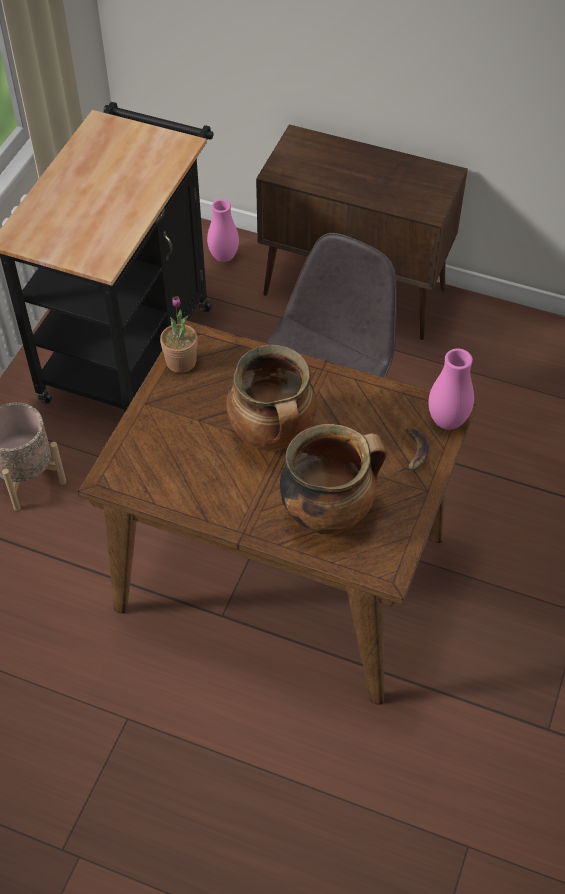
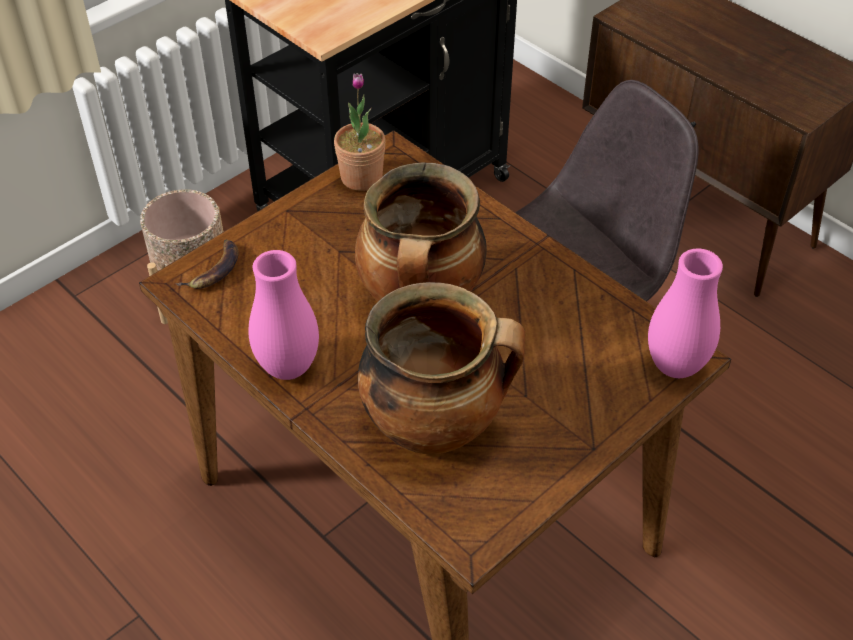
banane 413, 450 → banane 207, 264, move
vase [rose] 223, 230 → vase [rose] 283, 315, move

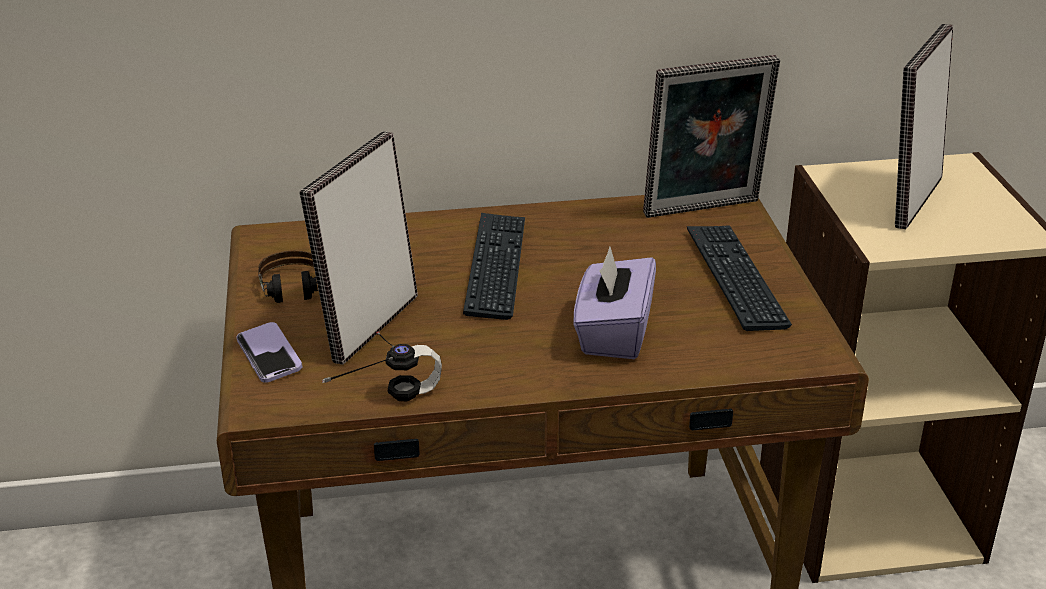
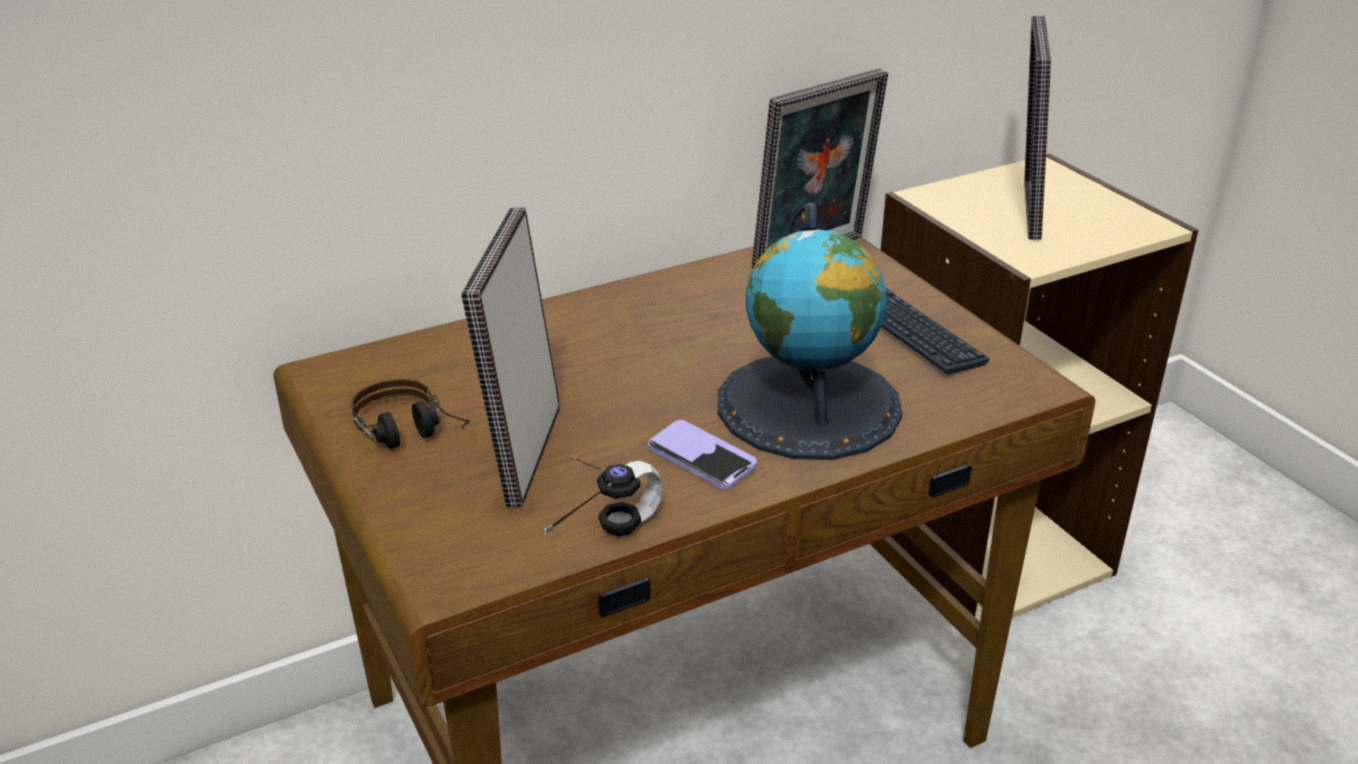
téléphone 269, 352 → téléphone 702, 455, move
boîte à mouchoirs [violet] 614, 302 → globe 809, 331
clavier 494, 266 → -

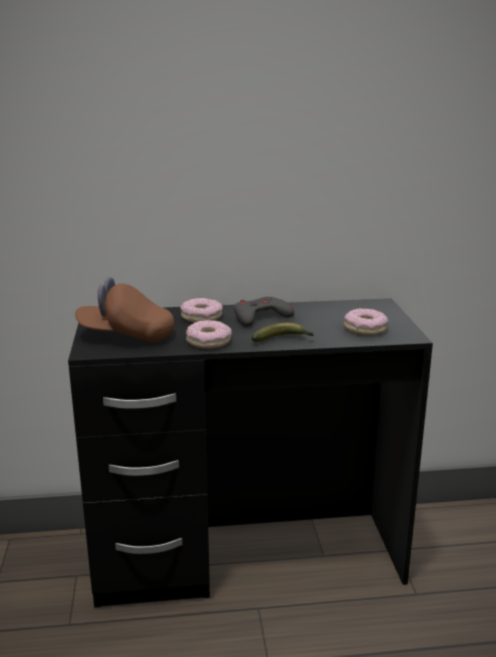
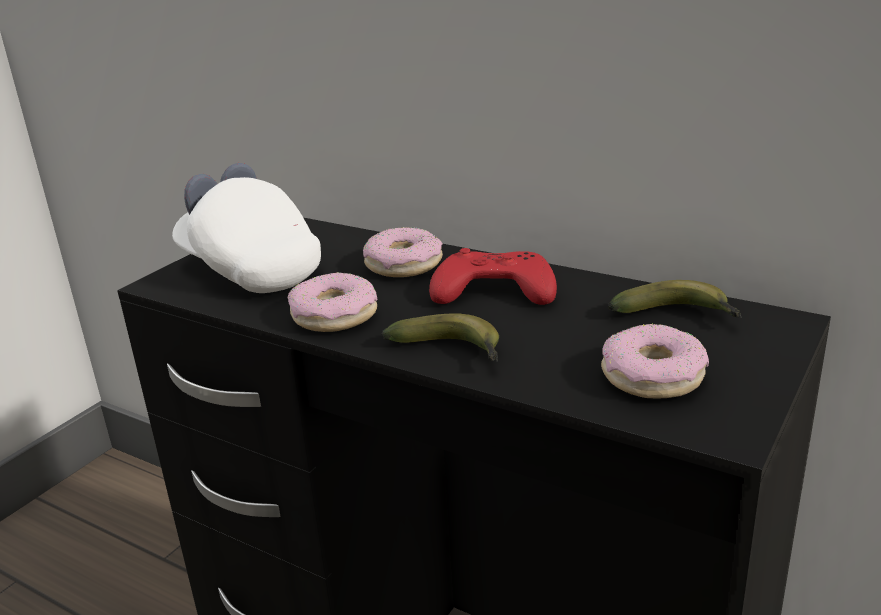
casquette [marron] 124, 309 → casquette [blanc] 246, 228
manette [gris] 264, 312 → manette [rouge] 493, 276
- → banane 675, 299

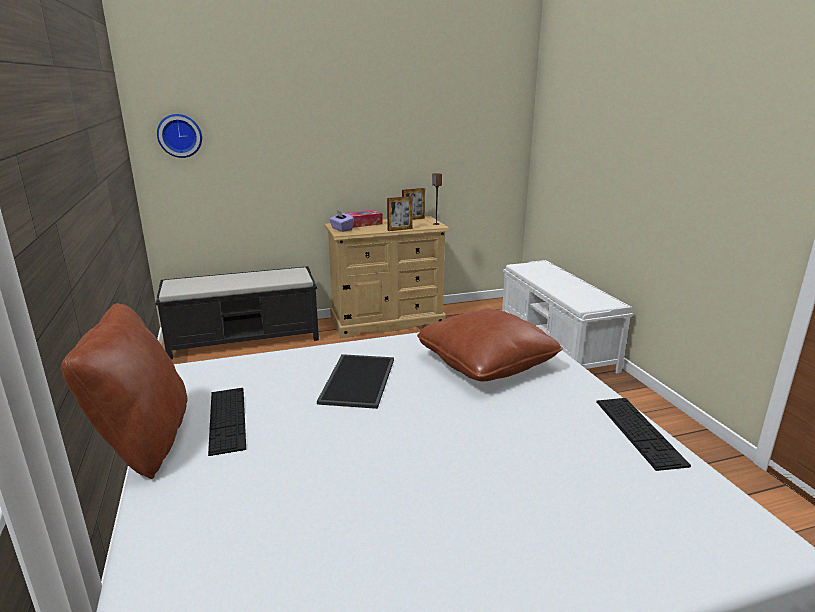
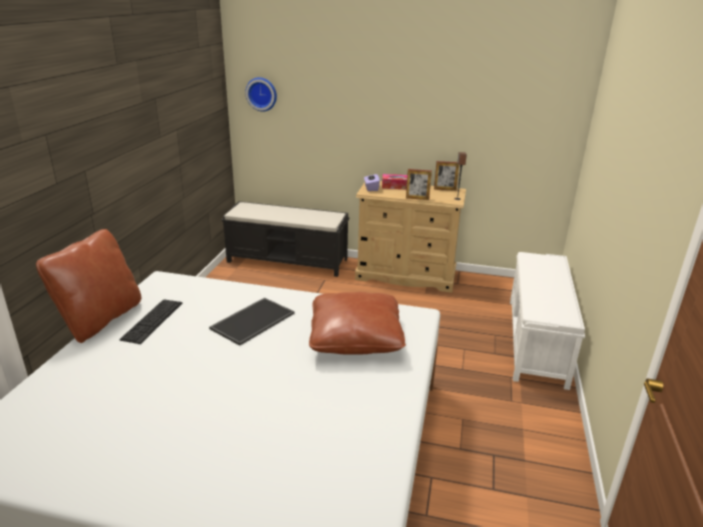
clavier 643, 434 → -

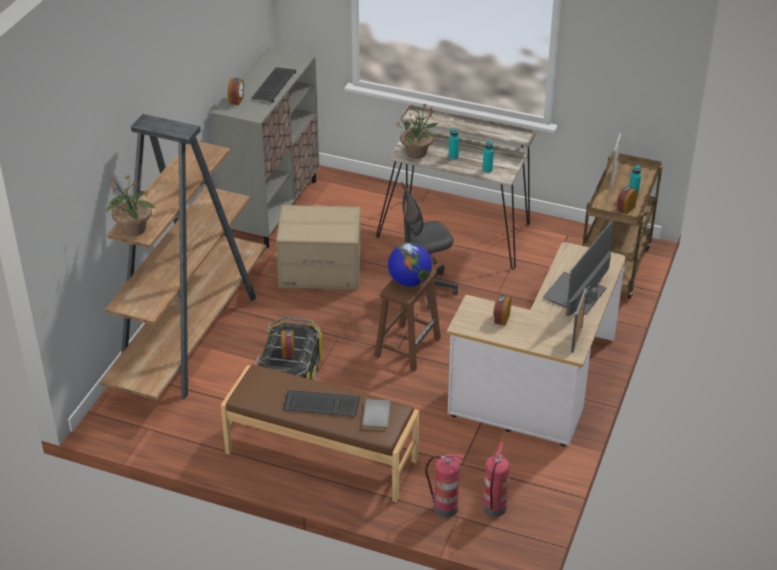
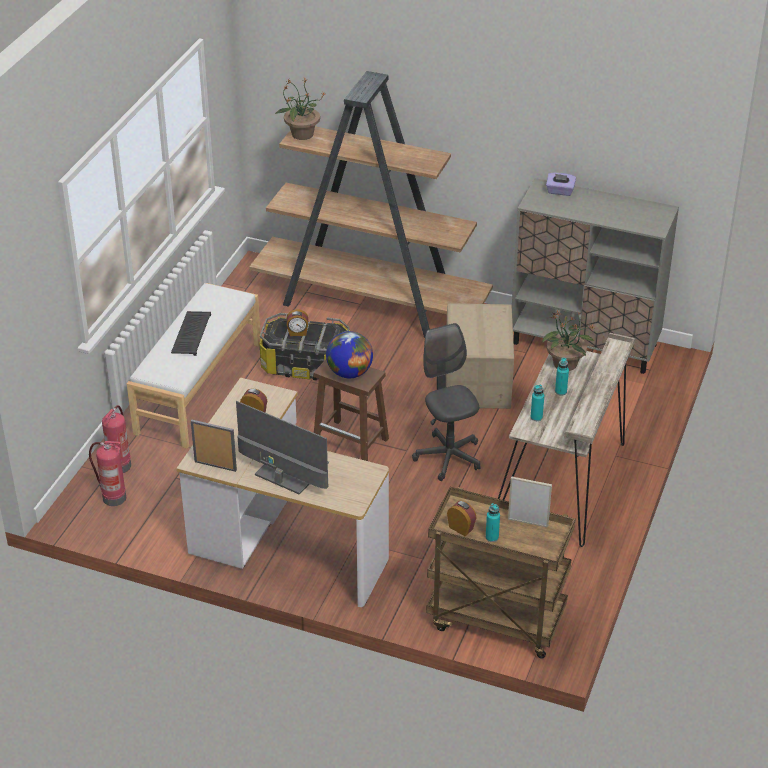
banc [marron] 320, 433 → banc [blanc] 194, 366
réveil 236, 91 → boîte à mouchoirs [violet] 561, 184
clavier 273, 85 → -
livre [gris] 376, 414 → -

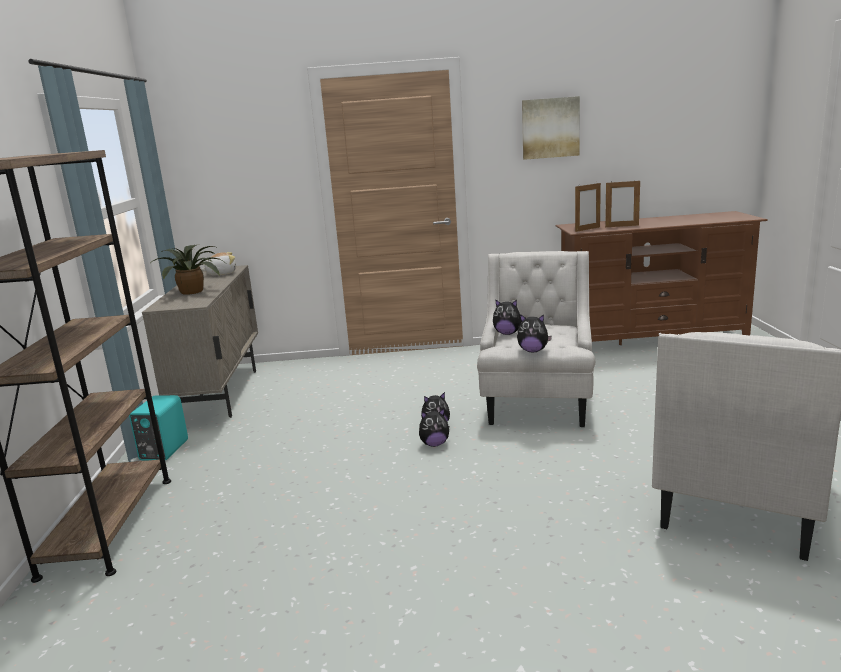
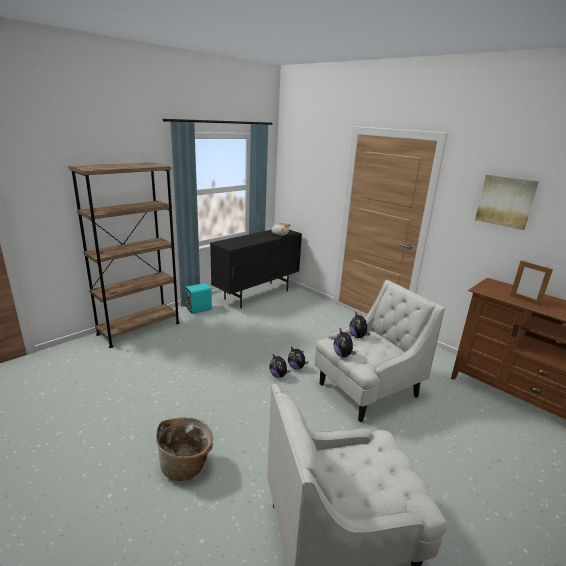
- → panier 184, 449
meuble de rangement [beige] 200, 341 → meuble de rangement [noir] 256, 269
plante en pot 188, 269 → -
cadre photo 588, 207 → -

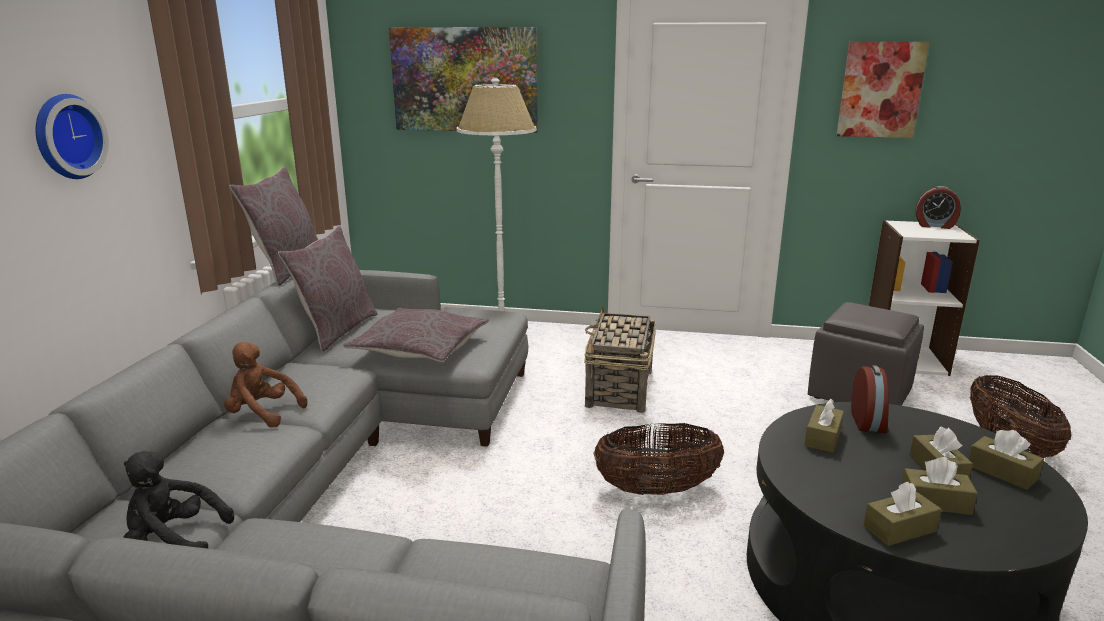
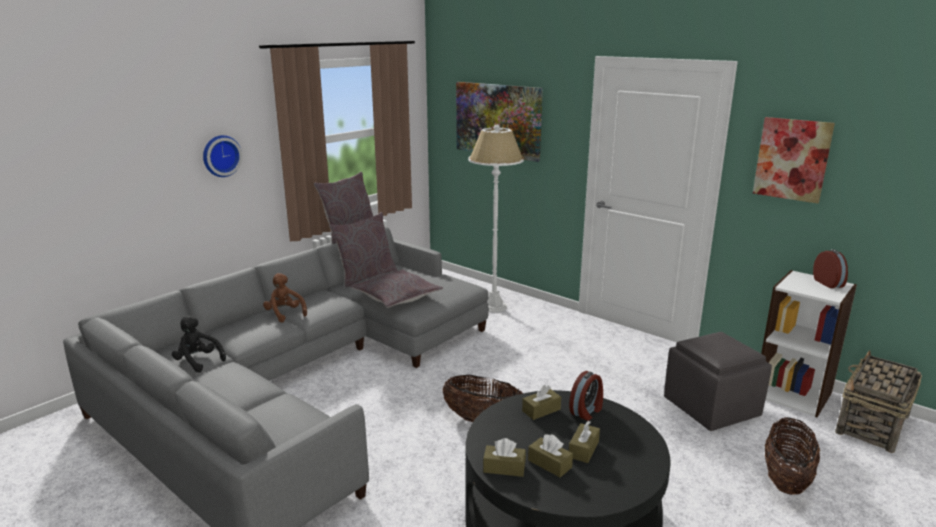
réveil 938, 207 → réveil 830, 268, 150 degrees counterclockwise
panier 620, 360 → panier 878, 401, move
boîte à mouchoirs [marron] 1006, 460 → -

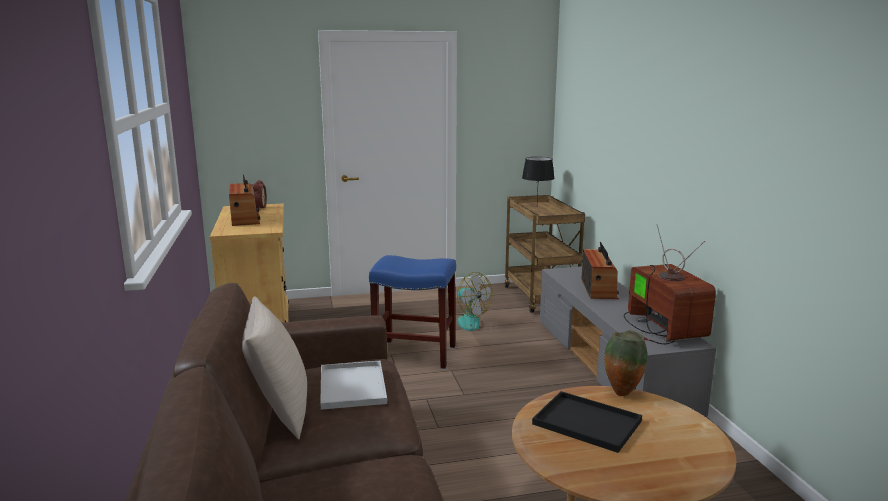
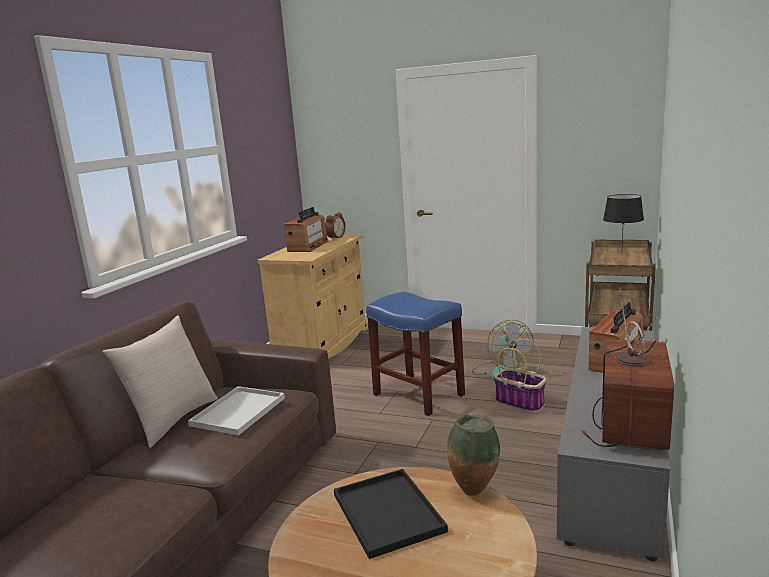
- → panier 520, 376

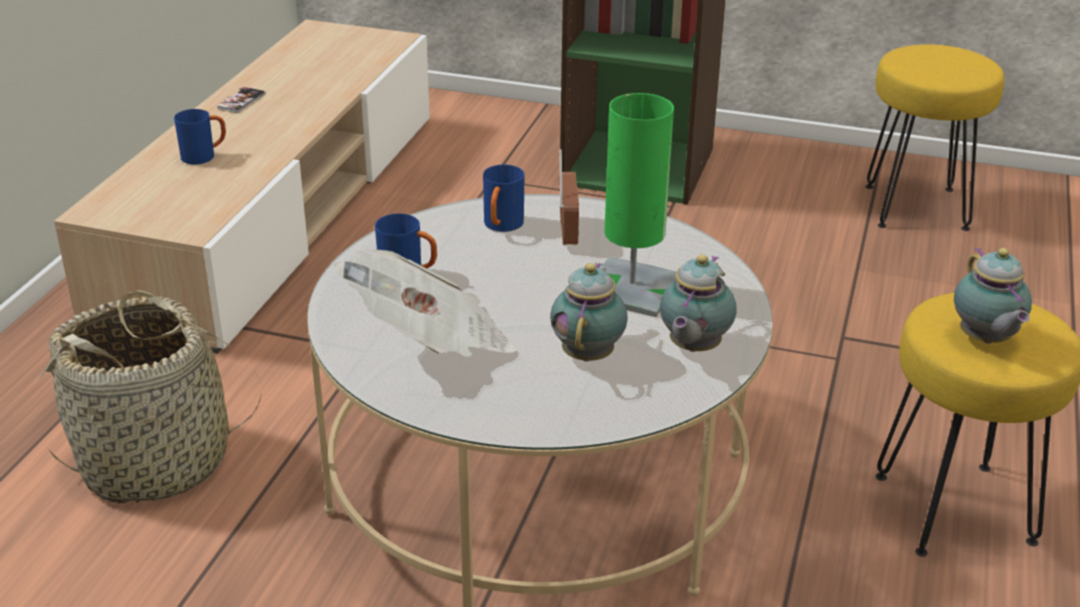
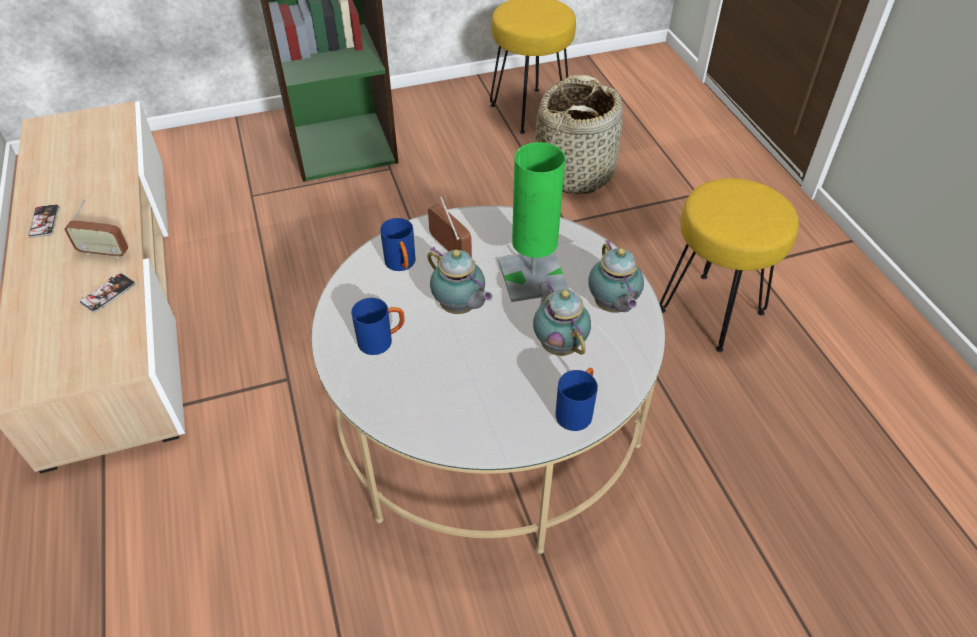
- → radio 96, 229
- → téléphone 107, 293
théière 993, 296 → théière 460, 280, move
panier 150, 396 → panier 579, 134, move
mug [bleu] 200, 136 → mug [bleu] 577, 399, move
journal 426, 303 → -

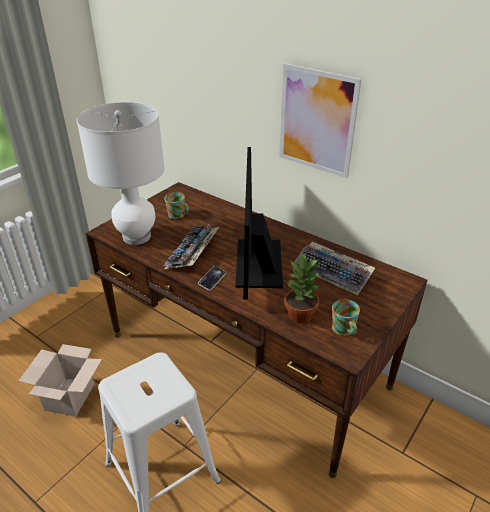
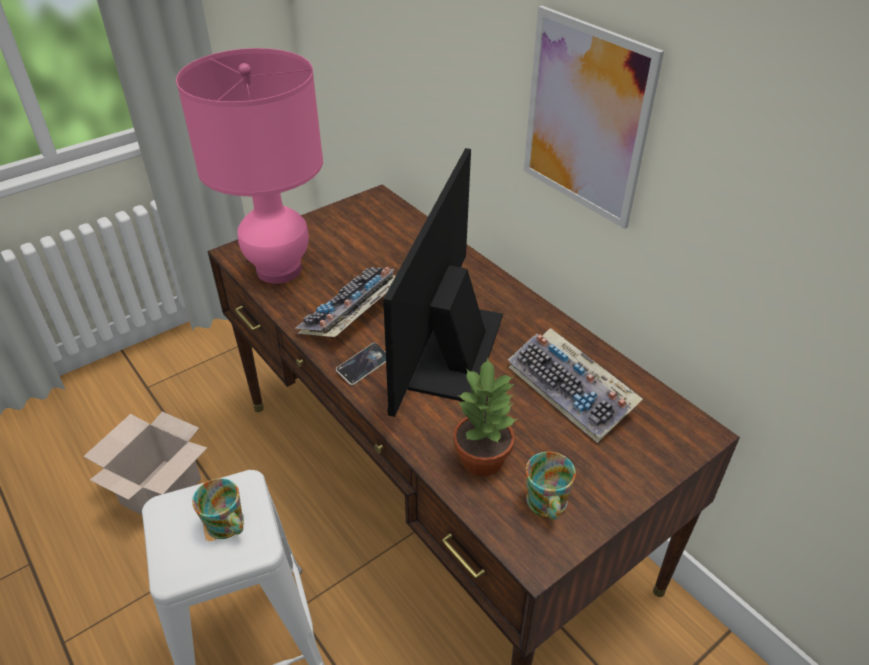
lampe de table [blanc] 121, 173 → lampe de table [rose] 249, 166
mug 176, 205 → mug 218, 508, move

